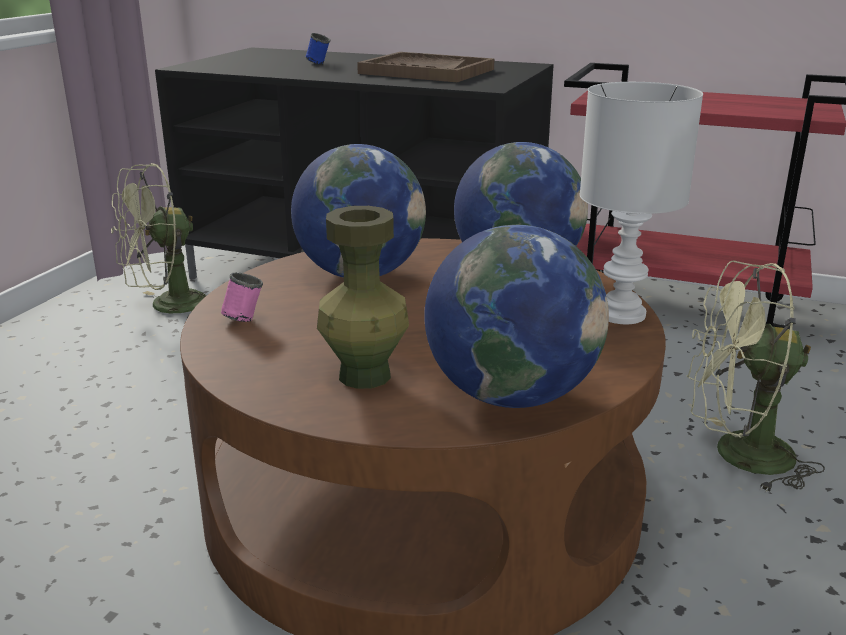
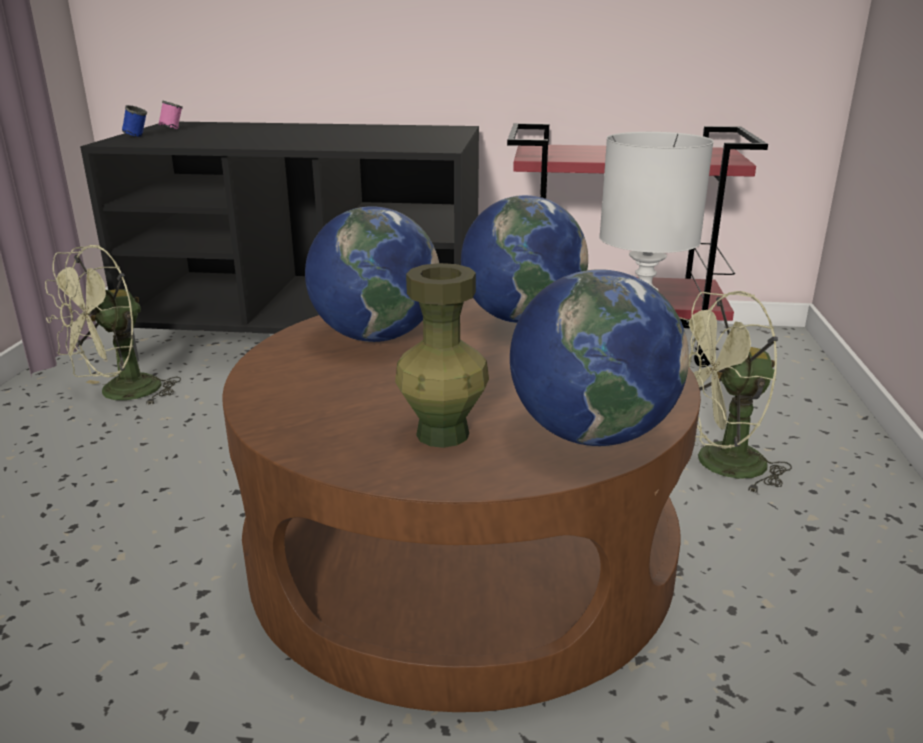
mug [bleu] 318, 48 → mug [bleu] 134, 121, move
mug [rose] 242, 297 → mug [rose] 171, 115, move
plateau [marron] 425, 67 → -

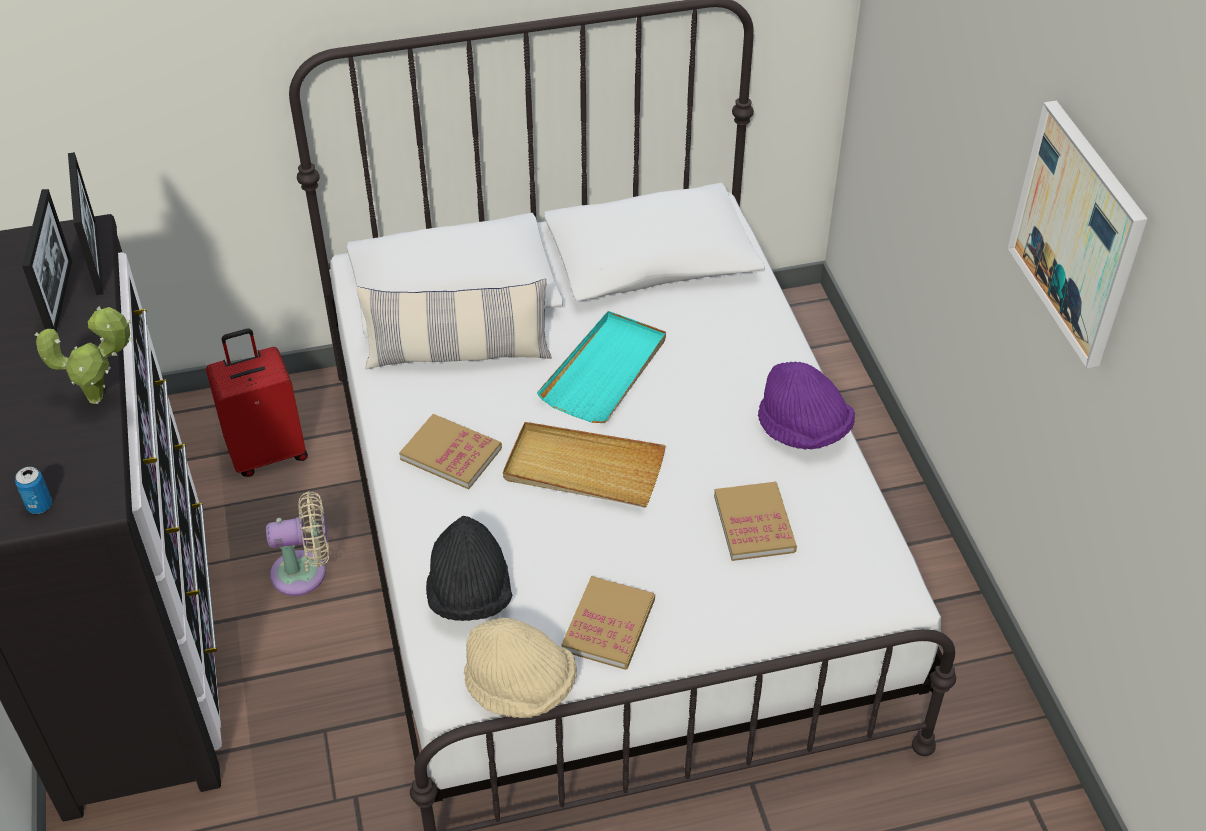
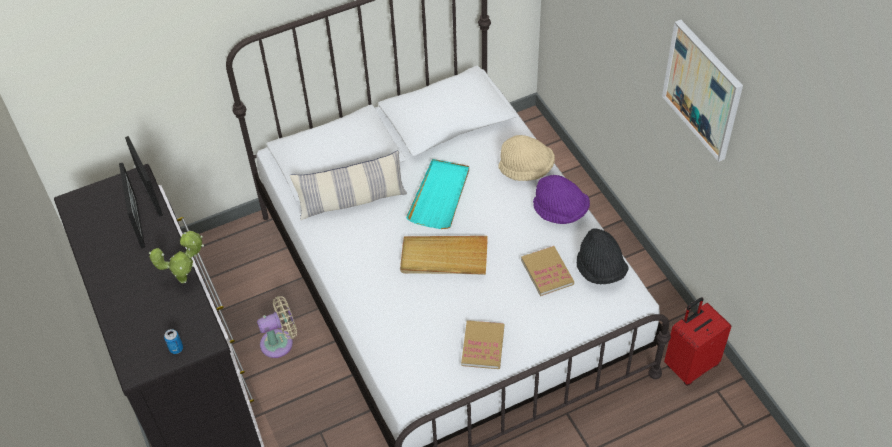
chapeau [beige] 520, 668 → chapeau [beige] 526, 158, move
chapeau [noir] 469, 568 → chapeau [noir] 602, 256, move
valise [rouge] 257, 403 → valise [rouge] 698, 341, move
livre 450, 451 → -

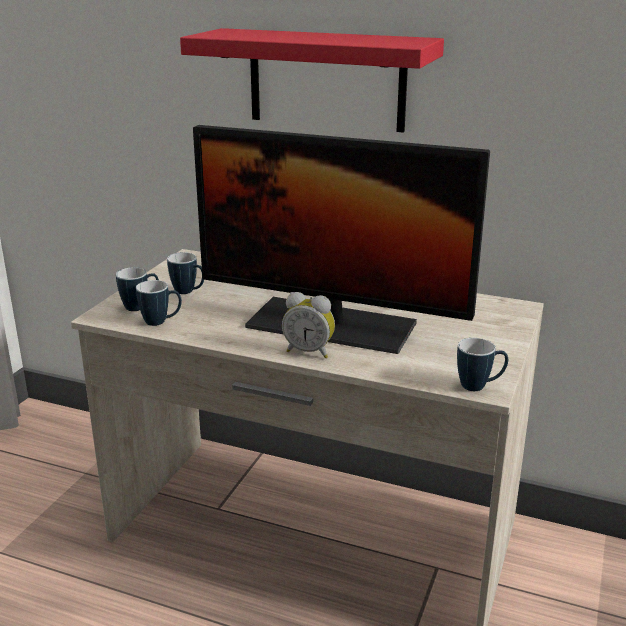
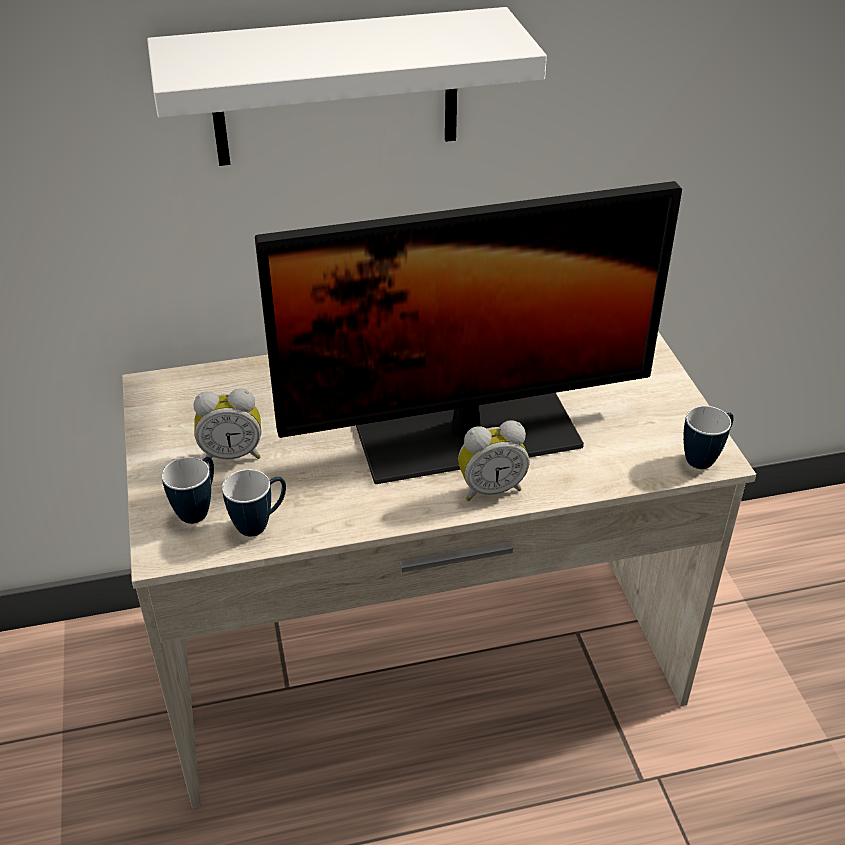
étagère [rouge] 312, 80 → étagère [blanc] 347, 86
mug 185, 273 → réveil 227, 426

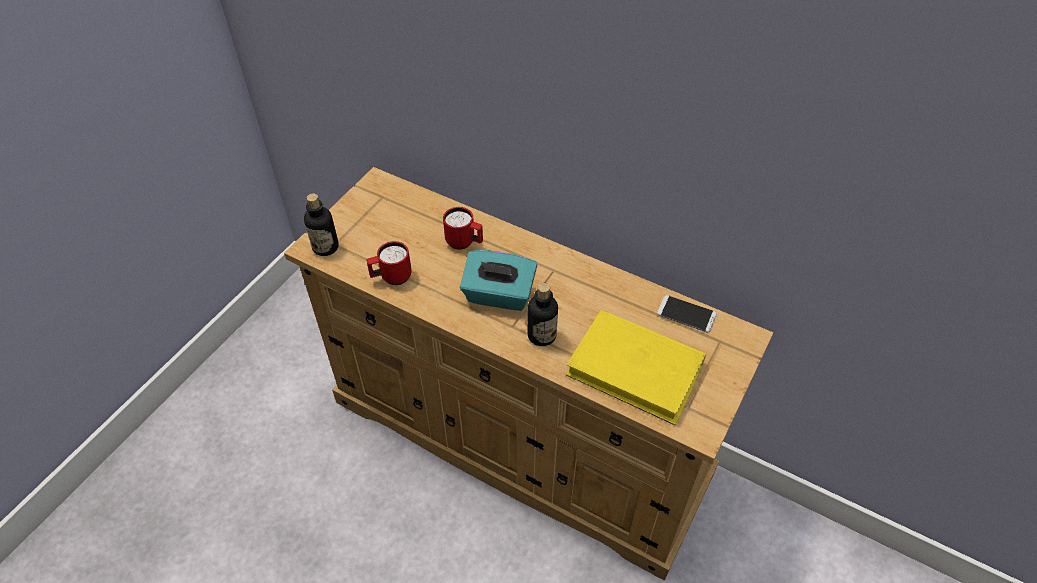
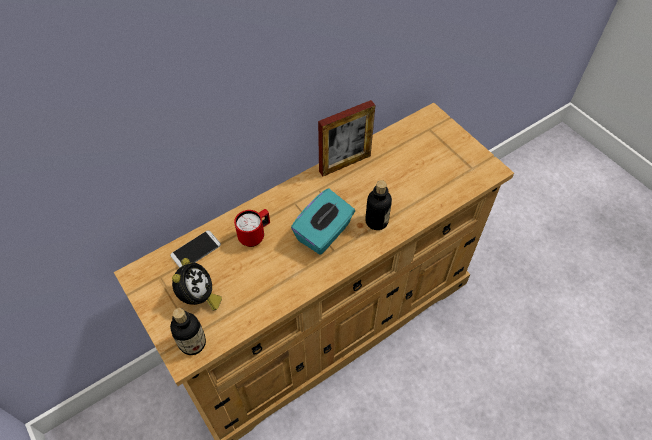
téléphone 687, 314 → téléphone 195, 249, move
- → réveil 197, 284
- → cadre photo 346, 138
mug [rouge] 389, 263 → -
livre [jaune] 636, 367 → -

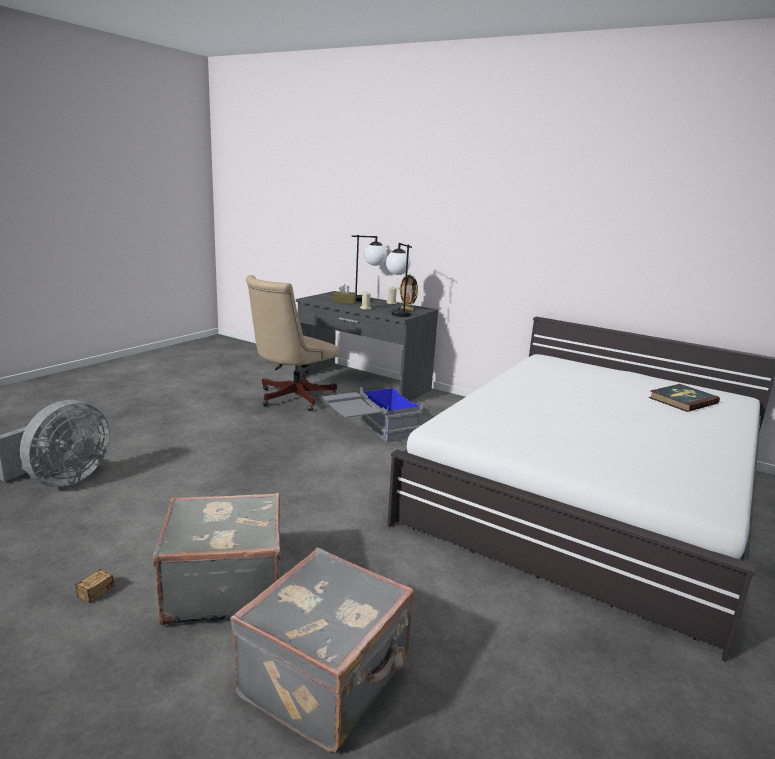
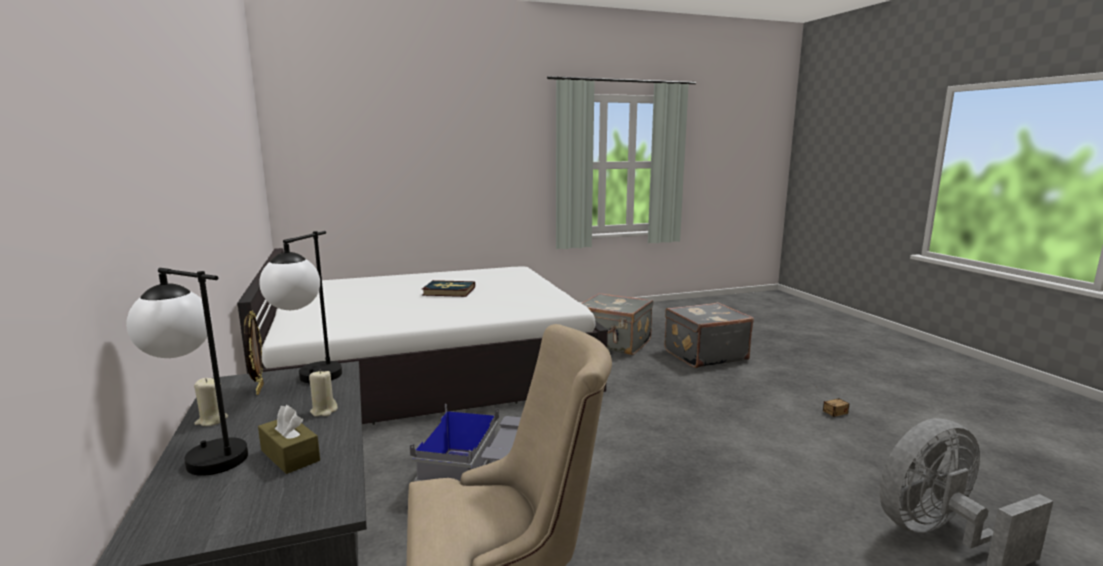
livre 684, 398 → livre 448, 288, move
valise [gris] 216, 559 → valise [gris] 617, 324, move

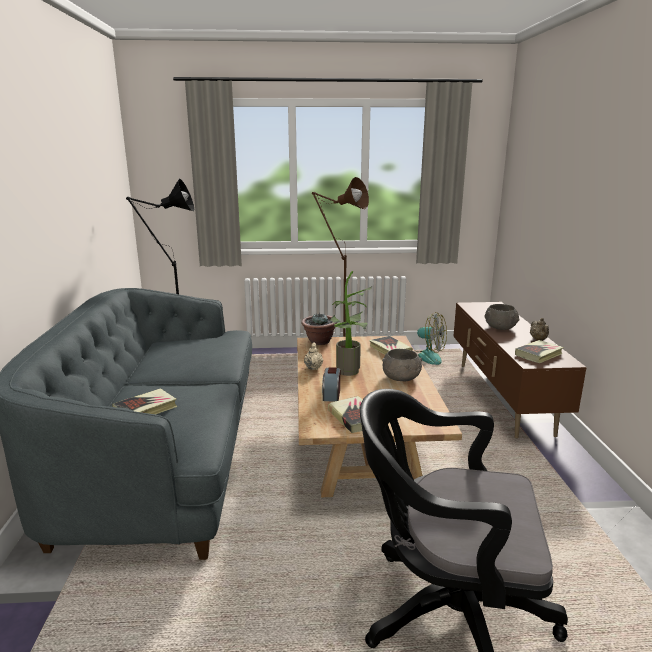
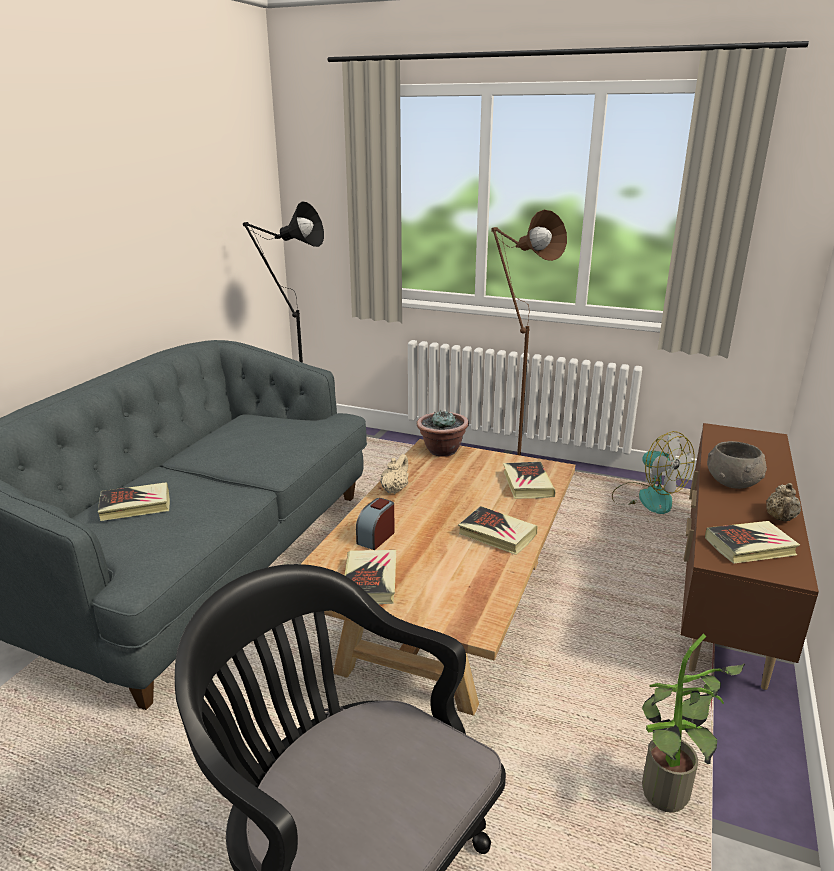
bol [gris] 402, 365 → livre 497, 530
plante en pot 351, 323 → plante en pot 693, 723, move

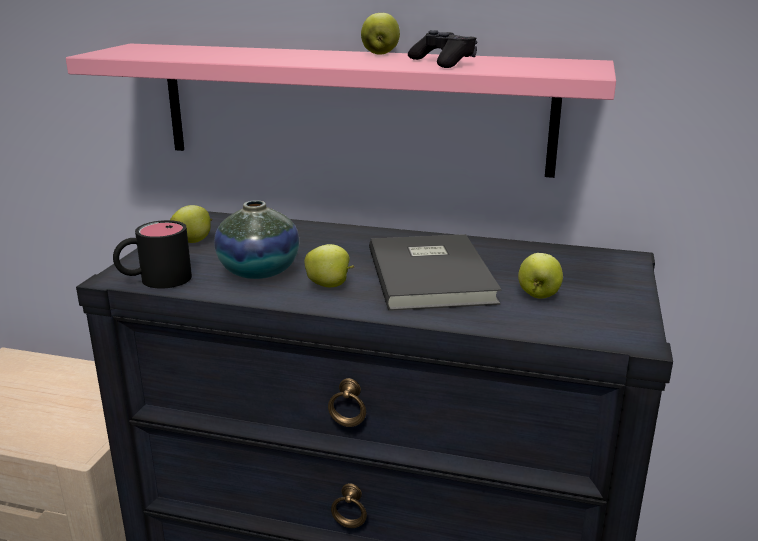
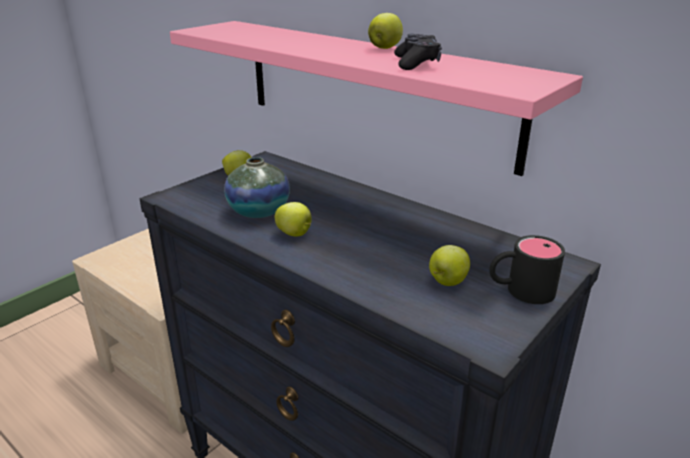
mug [noir] 152, 254 → mug [noir] 527, 269, move
livre [gris] 435, 272 → -

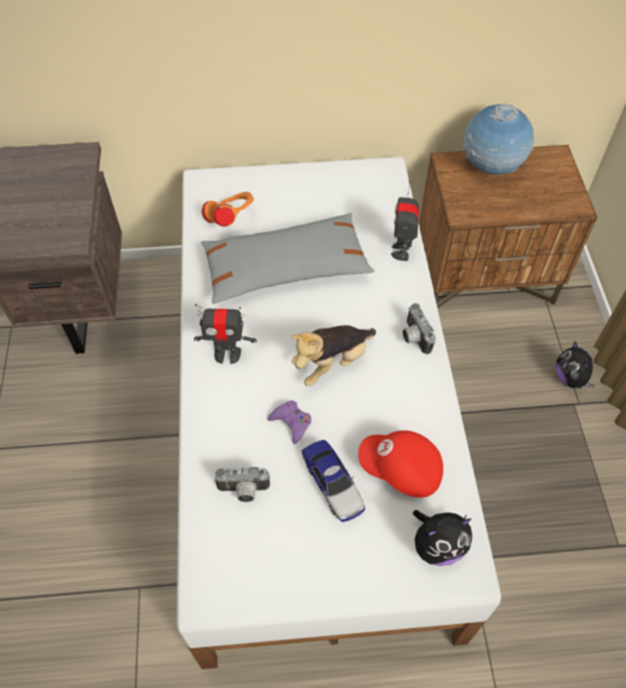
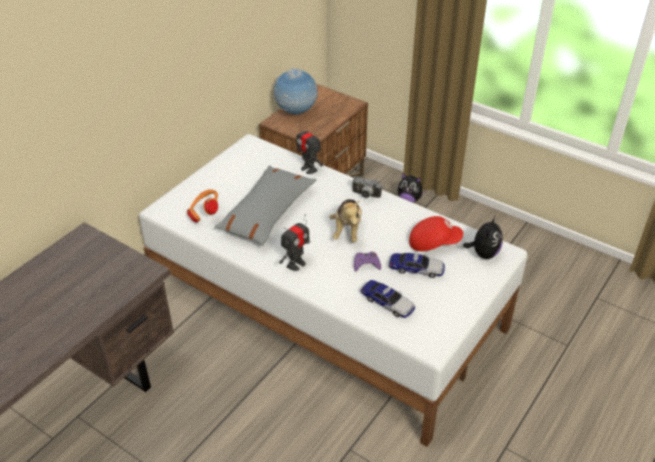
appareil photo 242, 484 → petite voiture 387, 299
casquette [rouge] 400, 464 → casquette [rouge] 436, 233, 150 degrees counterclockwise

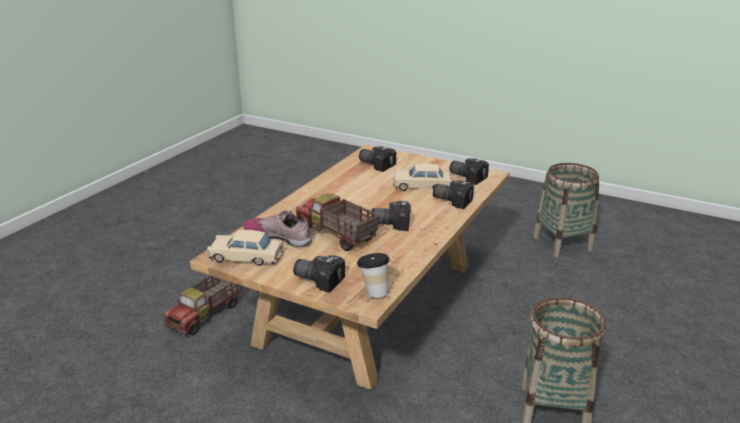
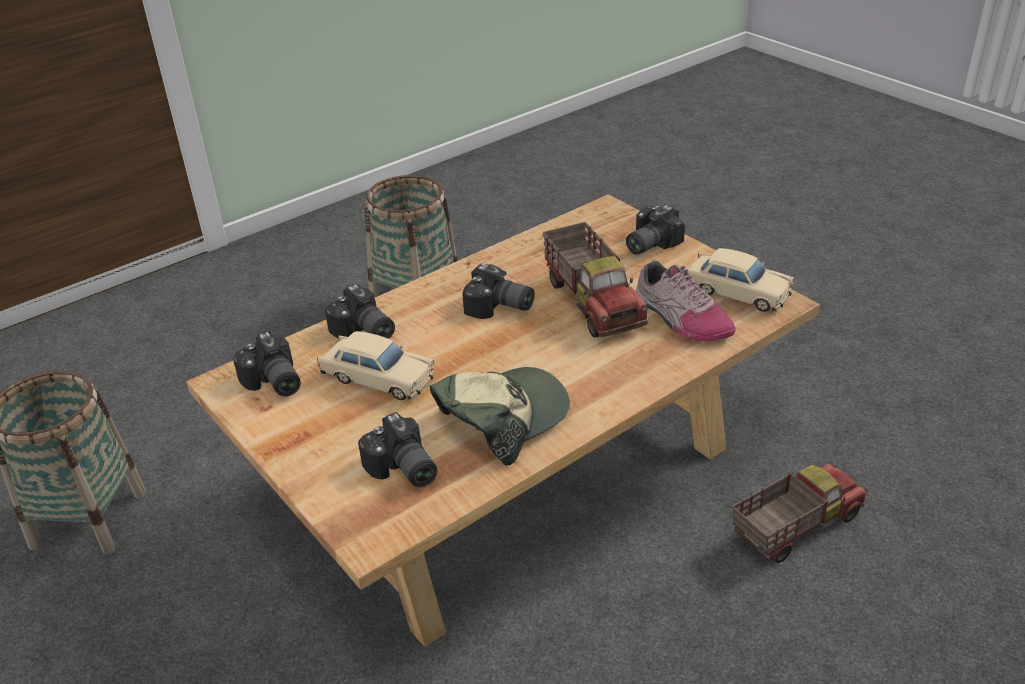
- → casquette 500, 416
appareil photo 319, 274 → appareil photo 655, 230, 90 degrees clockwise
tasse 373, 275 → -

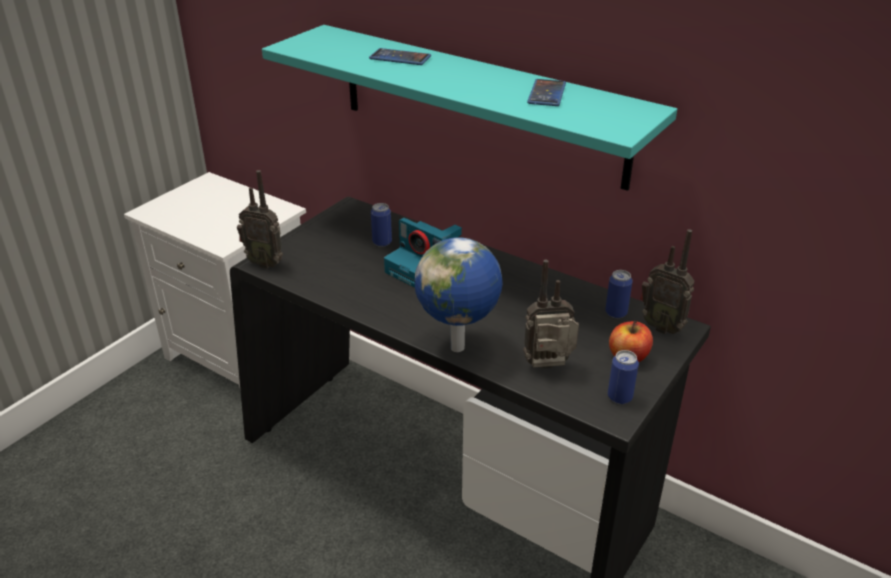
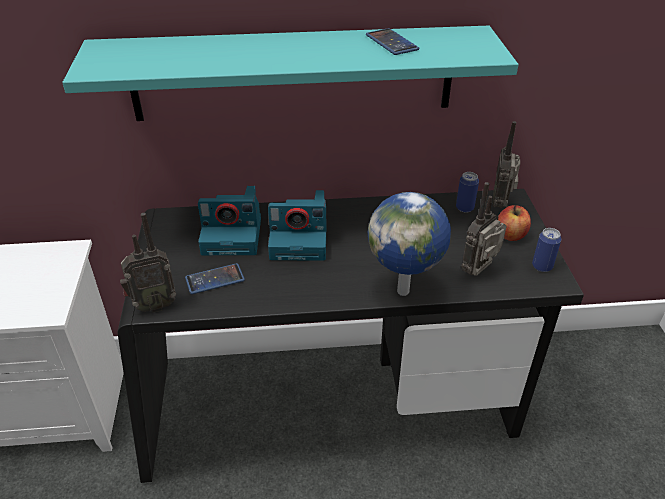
téléphone 400, 56 → téléphone 215, 278, move
boîte métallique 381, 225 → appareil photo 229, 220
radio 667, 281 → radio 506, 164, 105 degrees clockwise

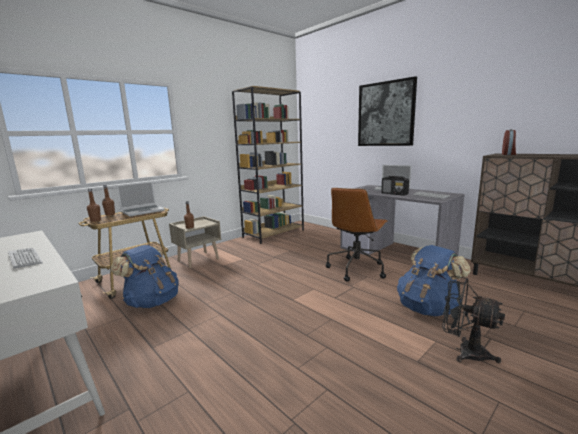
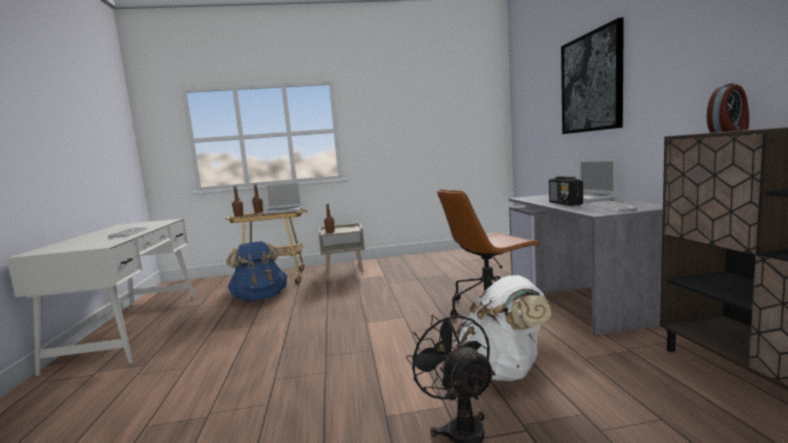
sac à dos [bleu] 434, 280 → sac à dos [blanc] 503, 328
bibliothèque [marron] 268, 165 → -

